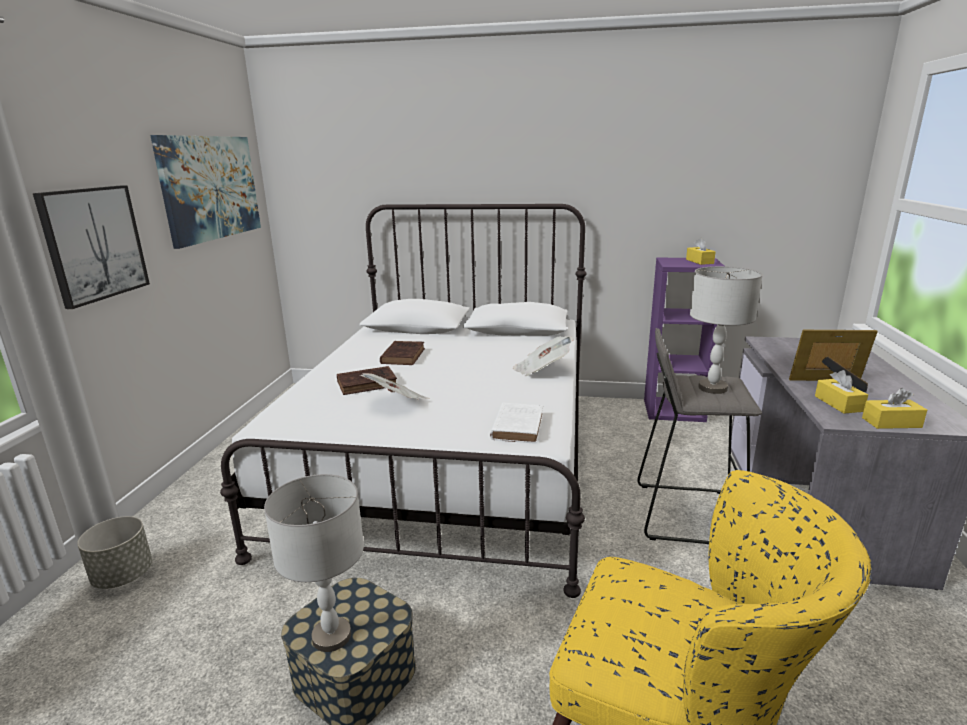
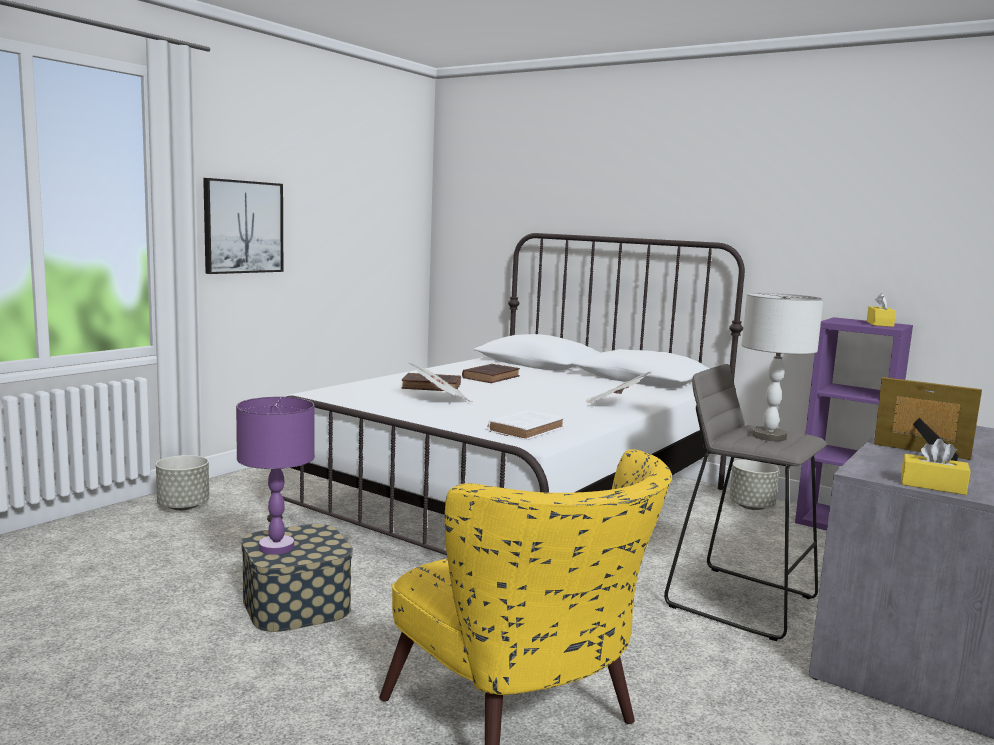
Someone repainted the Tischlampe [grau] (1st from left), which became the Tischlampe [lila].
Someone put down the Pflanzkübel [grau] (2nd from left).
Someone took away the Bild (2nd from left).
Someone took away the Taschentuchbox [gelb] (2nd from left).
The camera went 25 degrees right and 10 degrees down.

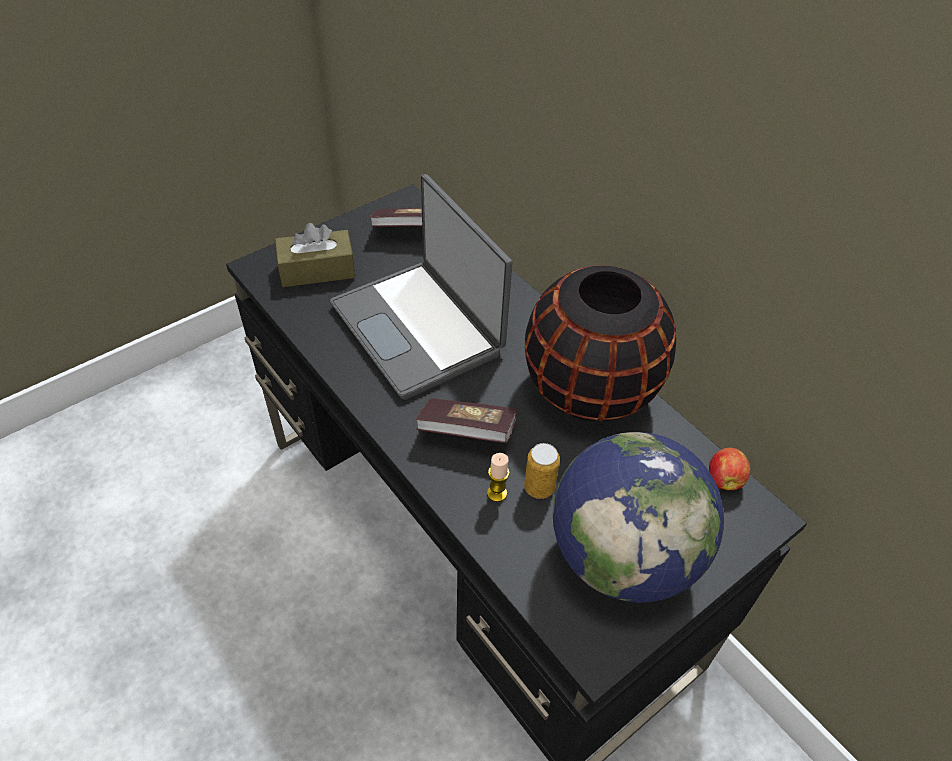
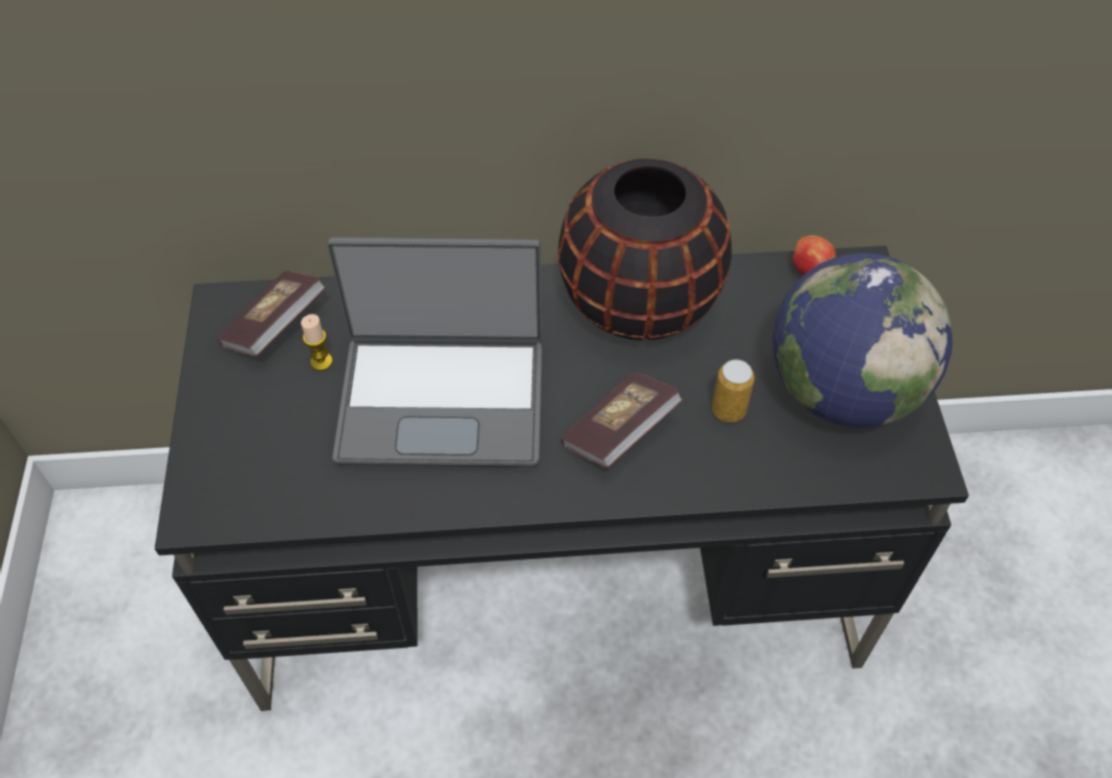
Someone carried the Kerze.
Someone took away the Taschentuchbox [braun].
The camera went 55 degrees left and 5 degrees up.

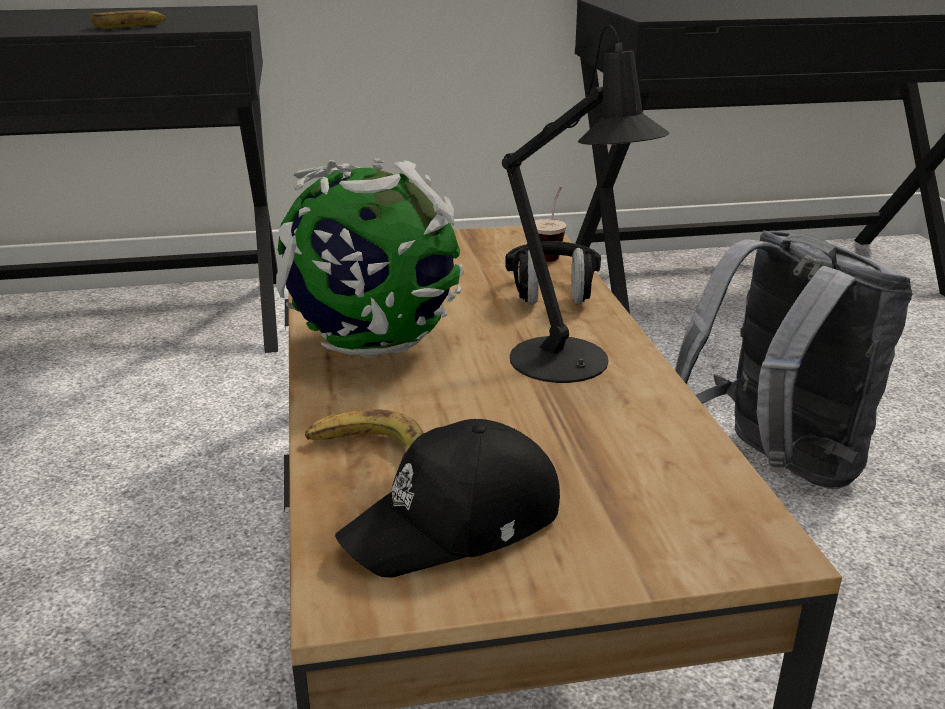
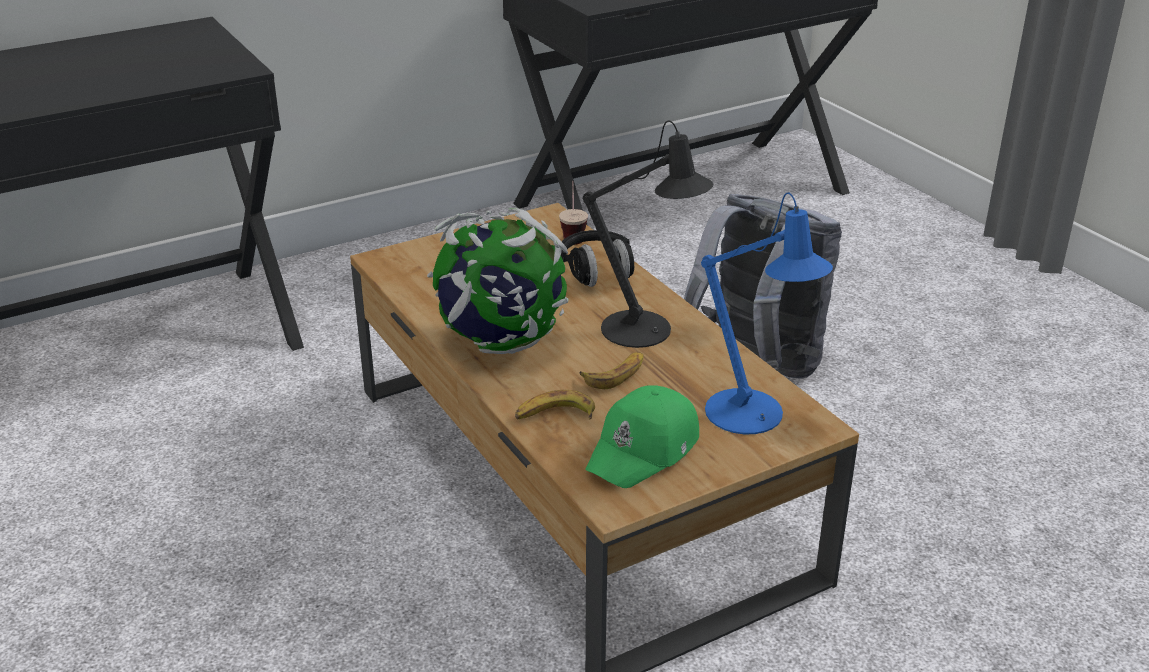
Someone carried the Banane (1st from left in the first image).
Someone repainted the Kappe [schwarz], which became the Kappe [grün].
Someone put down the Tischlampe [blau].
The camera went 20 degrees left and 5 degrees up.

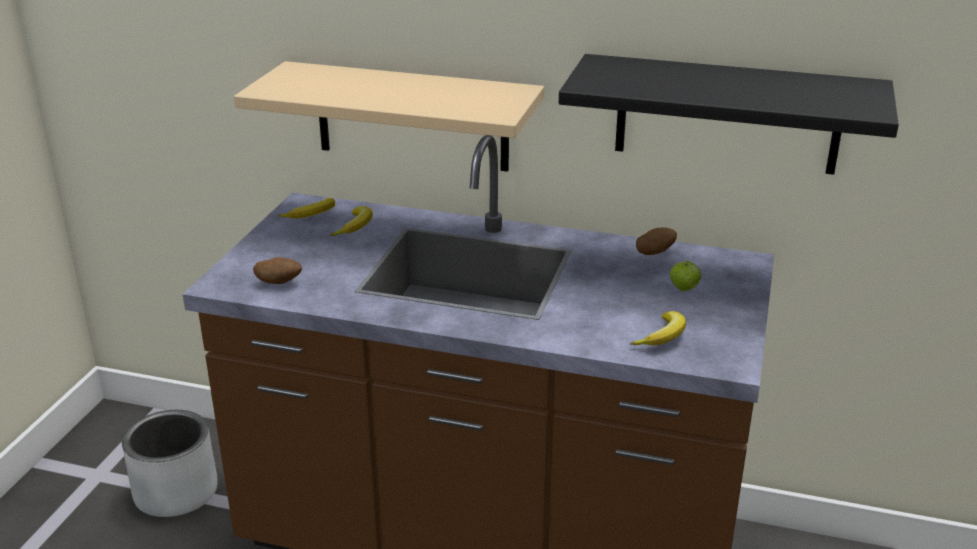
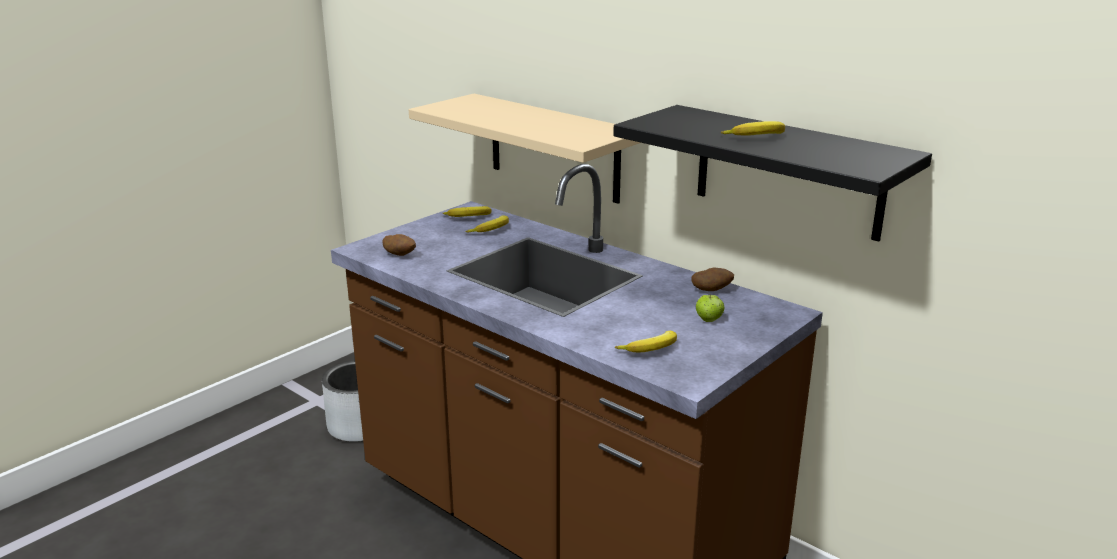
Someone put down the Banane (4th from left).
The camera went 25 degrees right and 5 degrees down.

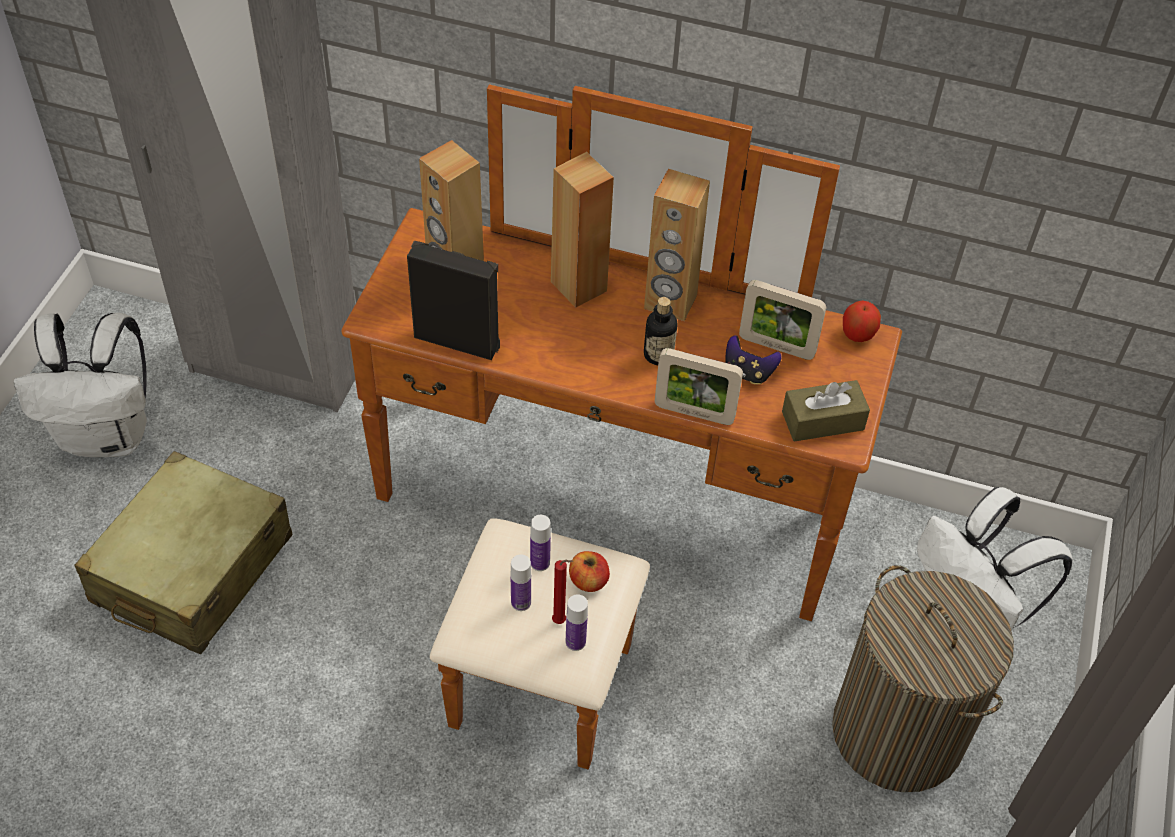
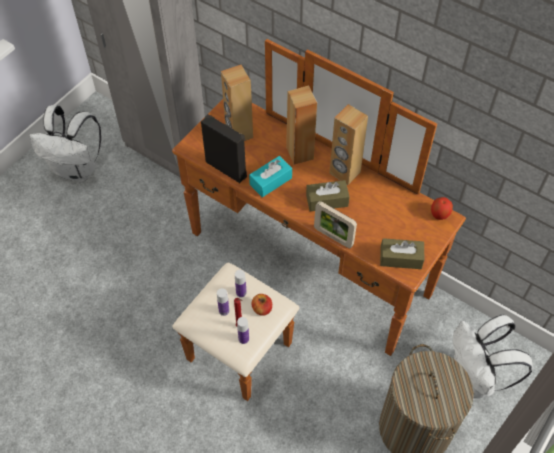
Someone put down the Taschentuchbox [türkis].
Someone swapped the Flasche (4th from left) for the Taschentuchbox [braun] (1st from left).
Someone took away the Koffer [beige].
Someone took away the Gamepad.
Someone took away the Bilderrahmen (2nd from left).
The camera went 20 degrees right and 5 degrees up.

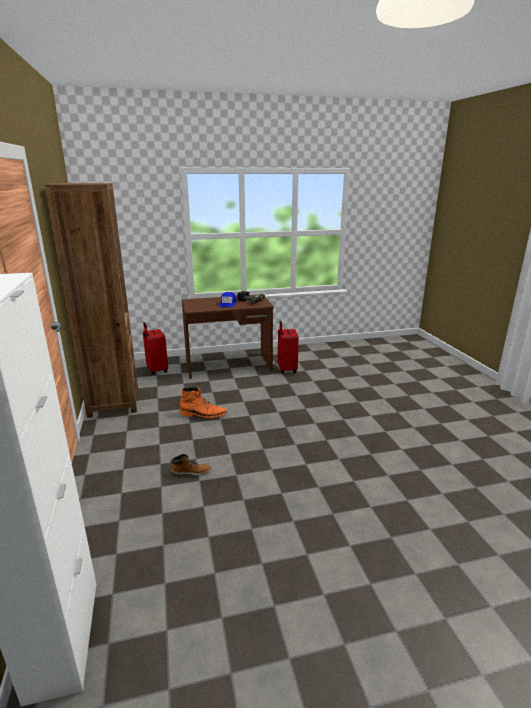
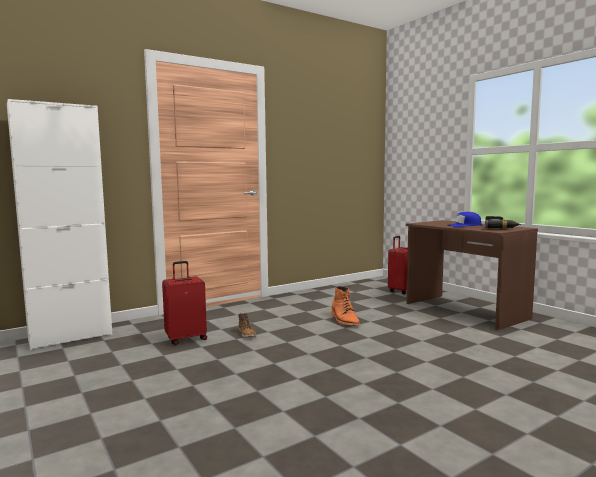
Someone carried the Koffer [rot] (2nd from left in the first image).
Someone took away the Bücherregal [braun].
The camera went 70 degrees right and 15 degrees down.

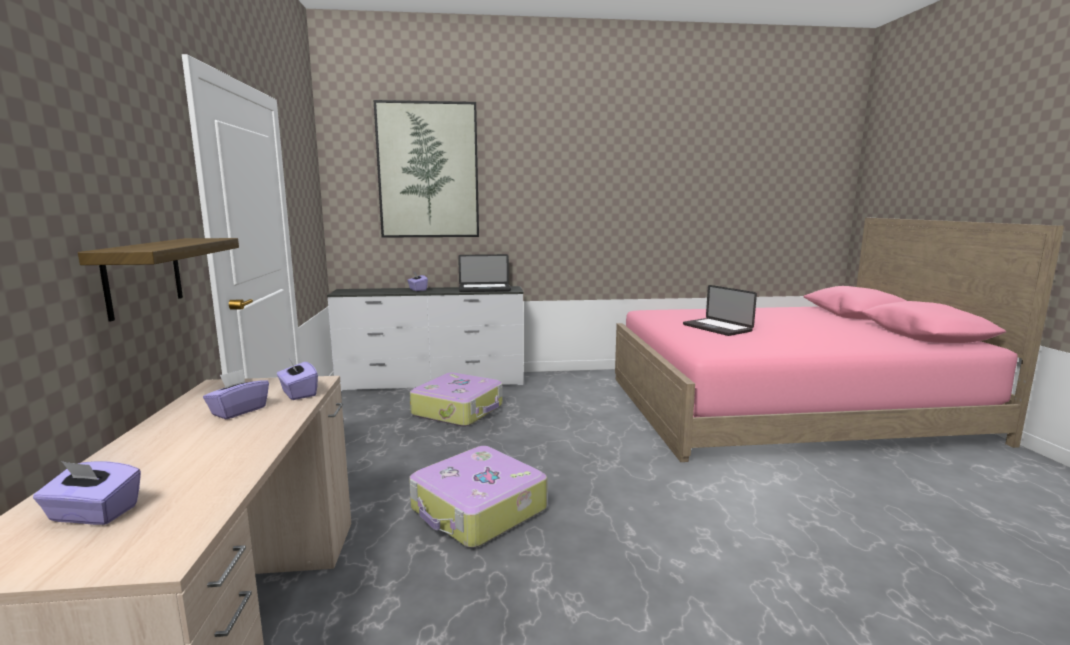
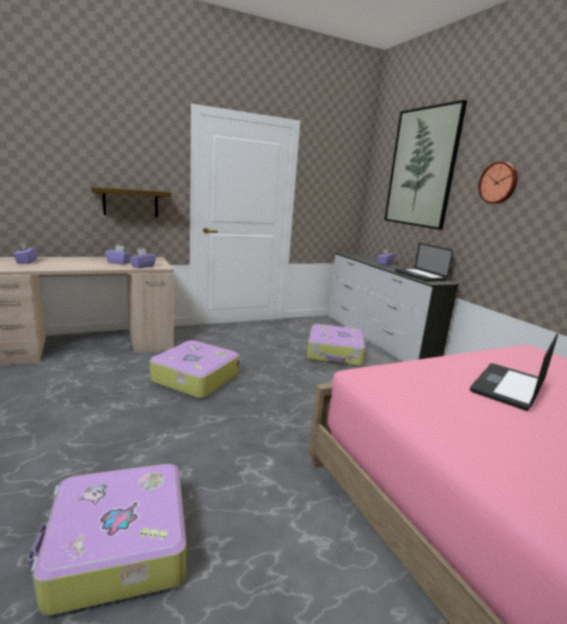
Someone put down the Koffer (1st from left).
Someone put up the Wanduhr.
The camera went 70 degrees right and 5 degrees up.

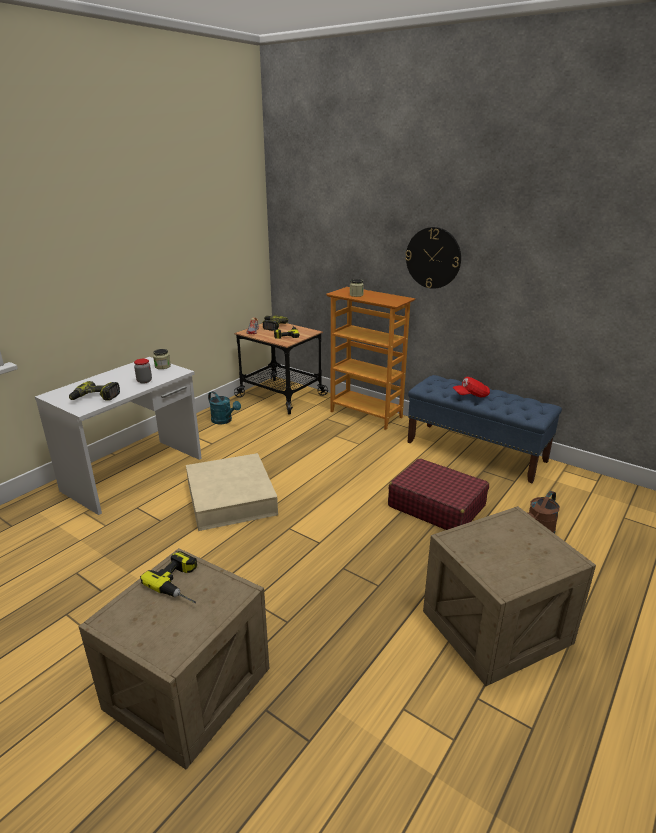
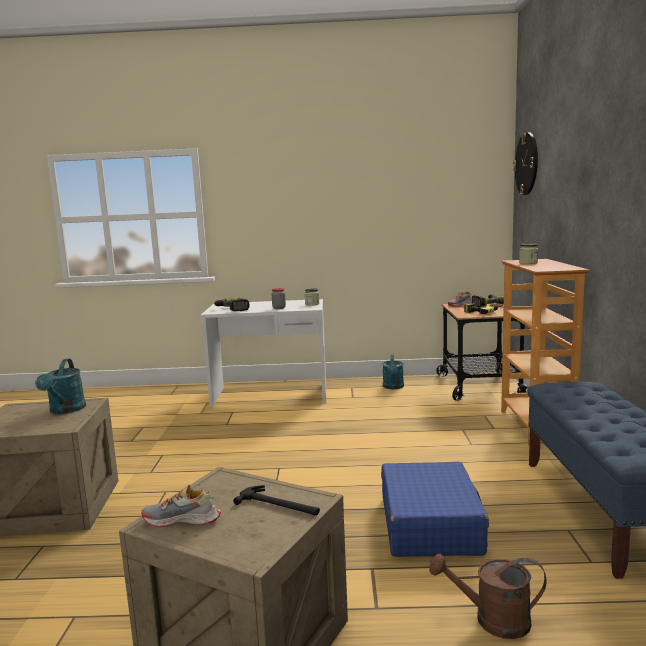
Someone swapped the Bohrmaschine (2nd from left) for the Gießkanne [türkis] (1st from left).
Someone put down the Schuh (1st from left).
Someone put down the Hammer.
Someone repainted the Koffer [rot], which became the Koffer [blau].
Someone carried the Wanduhr.
Someone took away the Aufbewahrungsbox [beige].
Someone took away the Kappe [rot].
The camera went 55 degrees right and 15 degrees down.

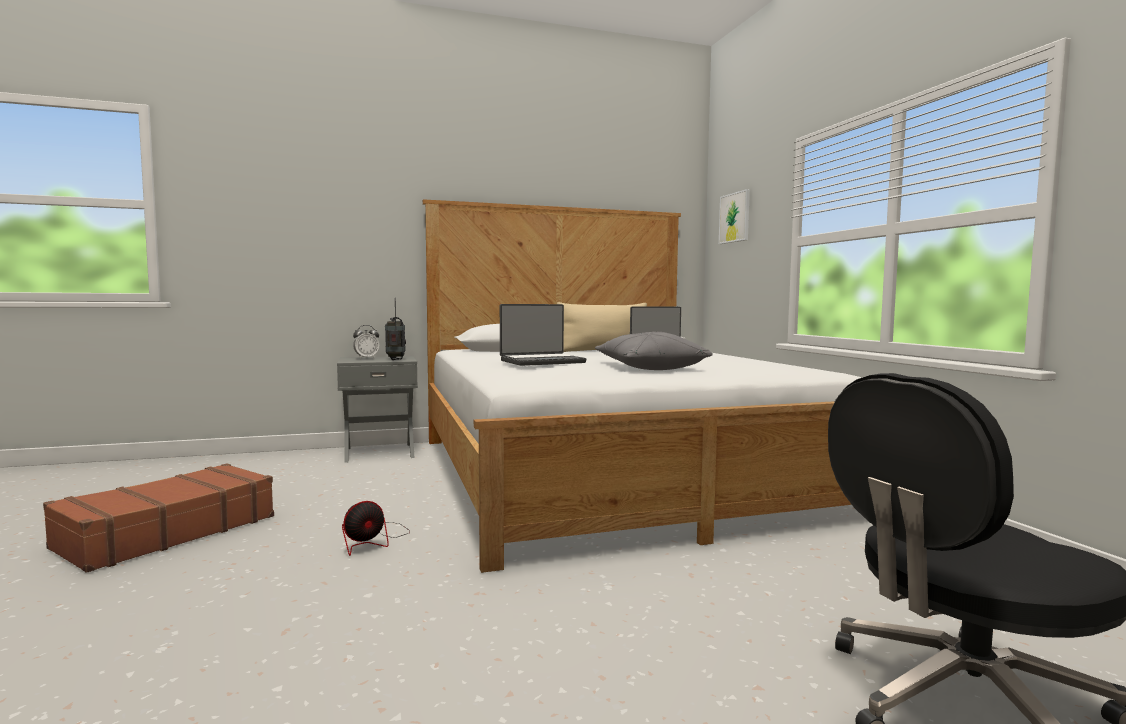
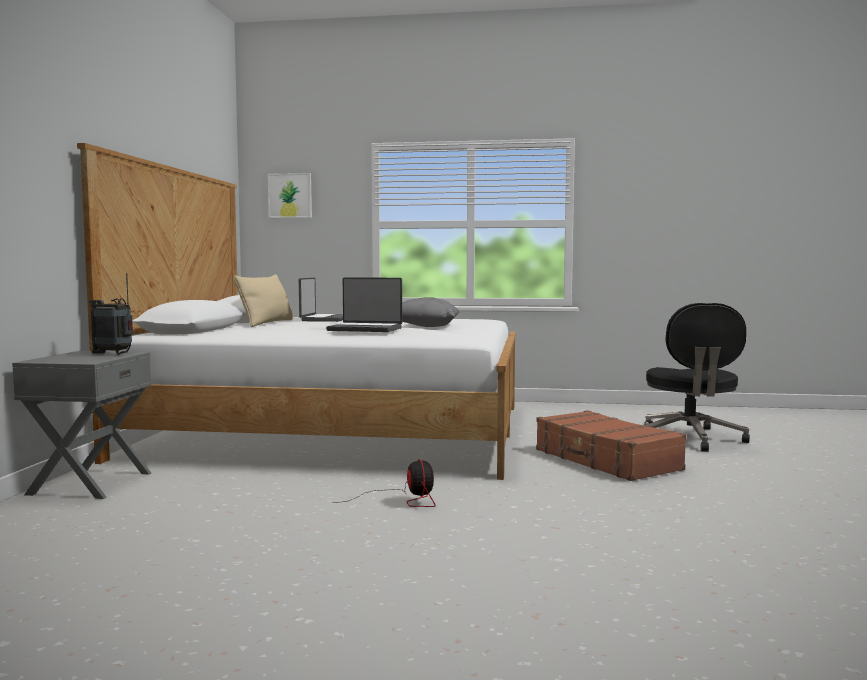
Someone rotated the Laptop (1st from left in the first image) by 105 degrees clockwise.
Someone carried the Koffer [braun].
Someone took away the Wecker.
The camera went 65 degrees left and 0 degrees up.

